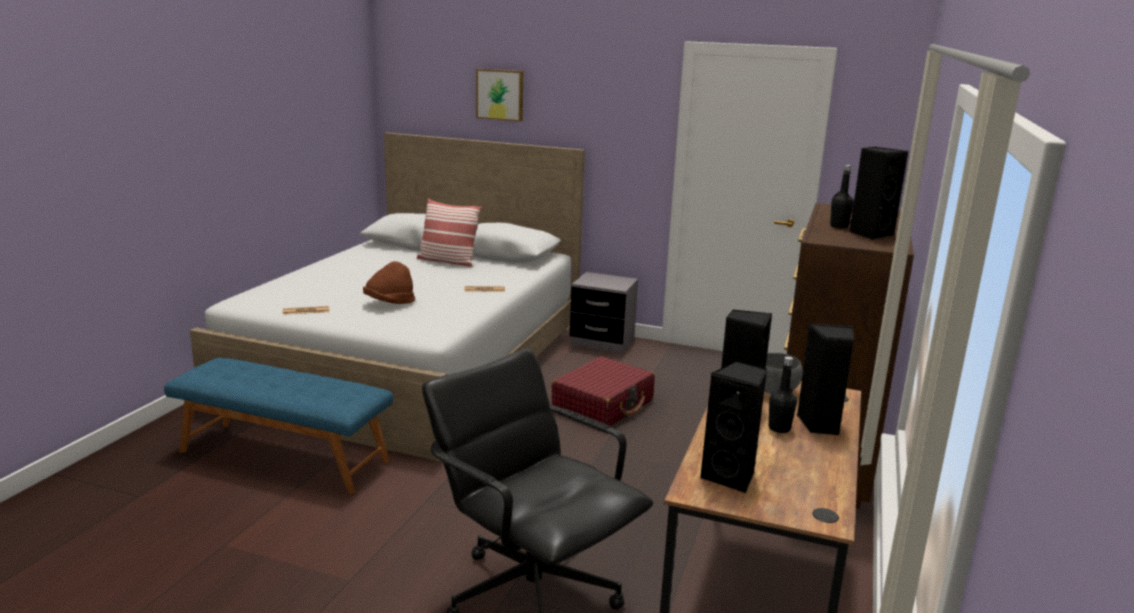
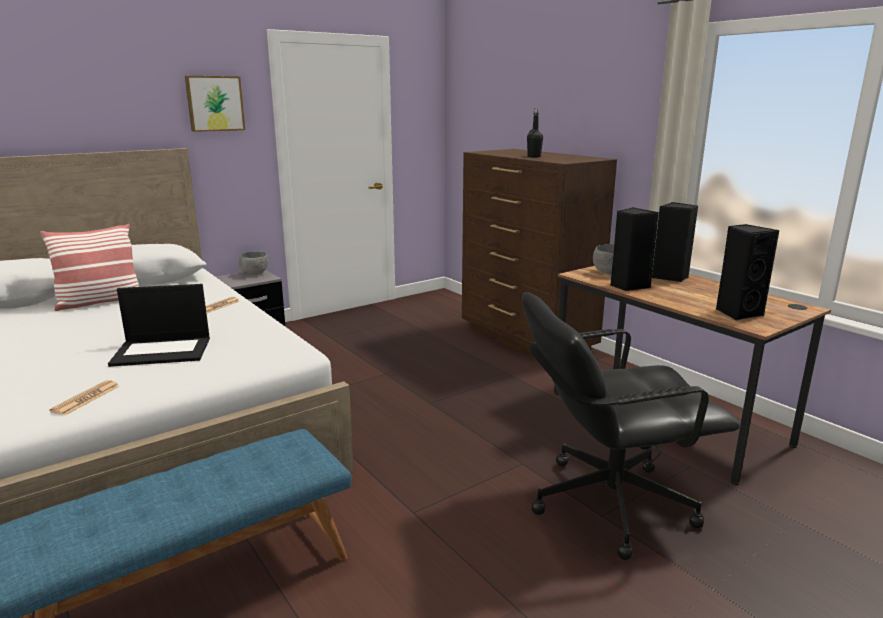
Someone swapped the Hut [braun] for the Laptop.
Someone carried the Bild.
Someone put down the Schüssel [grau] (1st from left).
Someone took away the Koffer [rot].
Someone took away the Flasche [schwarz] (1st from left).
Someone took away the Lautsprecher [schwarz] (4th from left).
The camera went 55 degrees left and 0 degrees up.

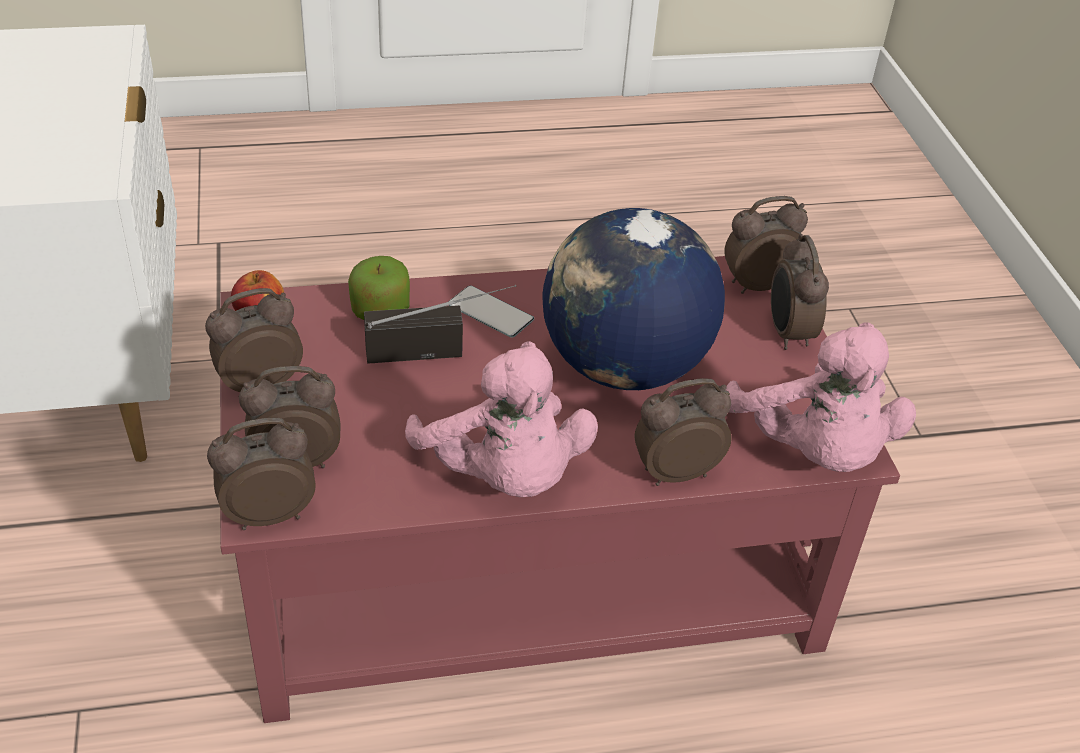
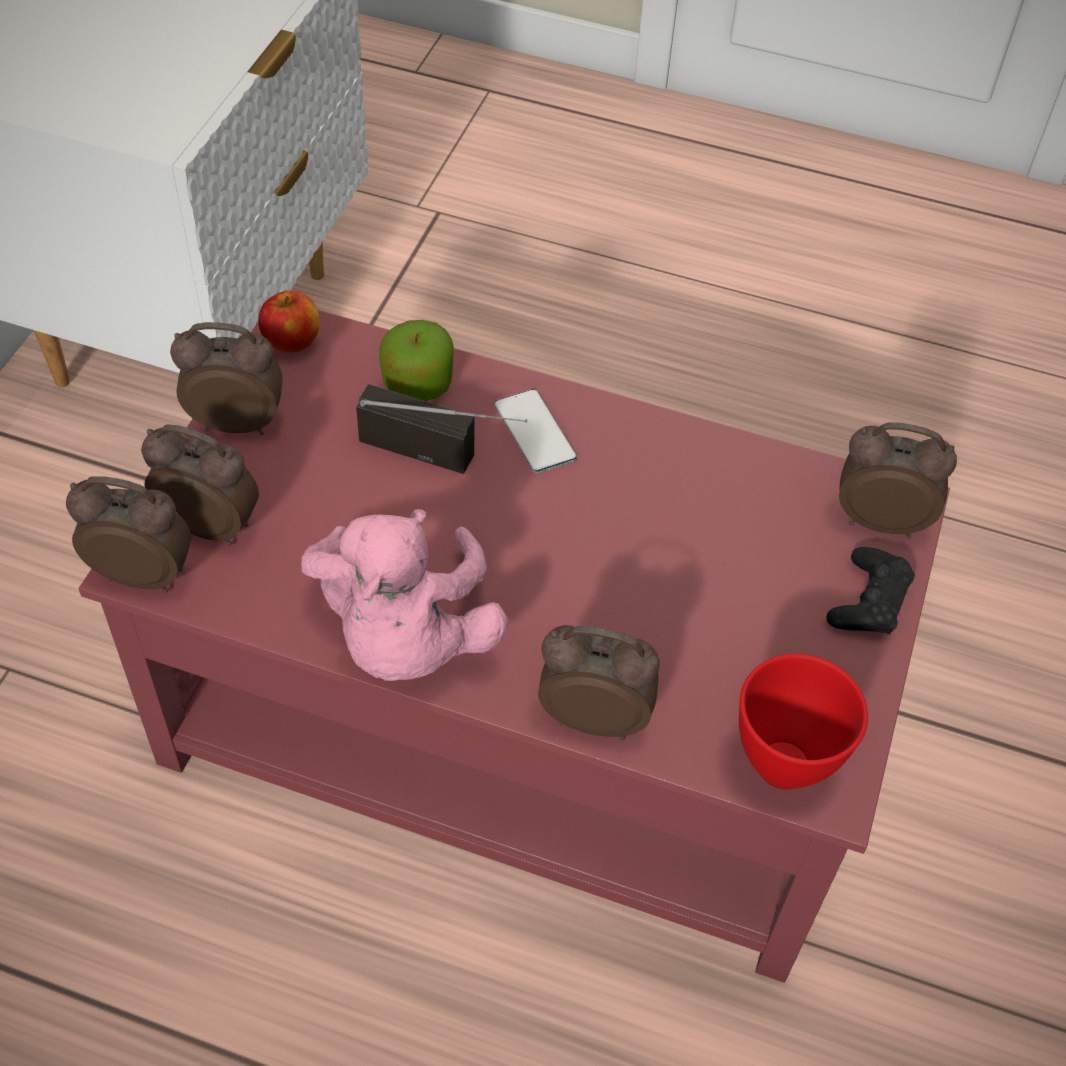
Someone swapped the Plüschtier [rosa] (2nd from left) for the Schüssel [rot].
Someone swapped the Wecker (6th from left) for the Gamepad [schwarz].
Someone took away the Globus.
The camera went 30 degrees right and 10 degrees up.

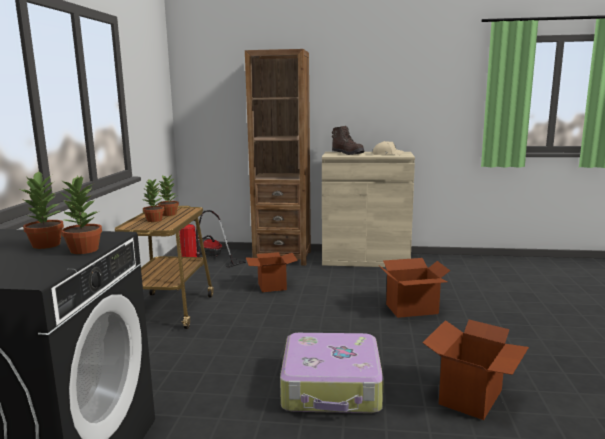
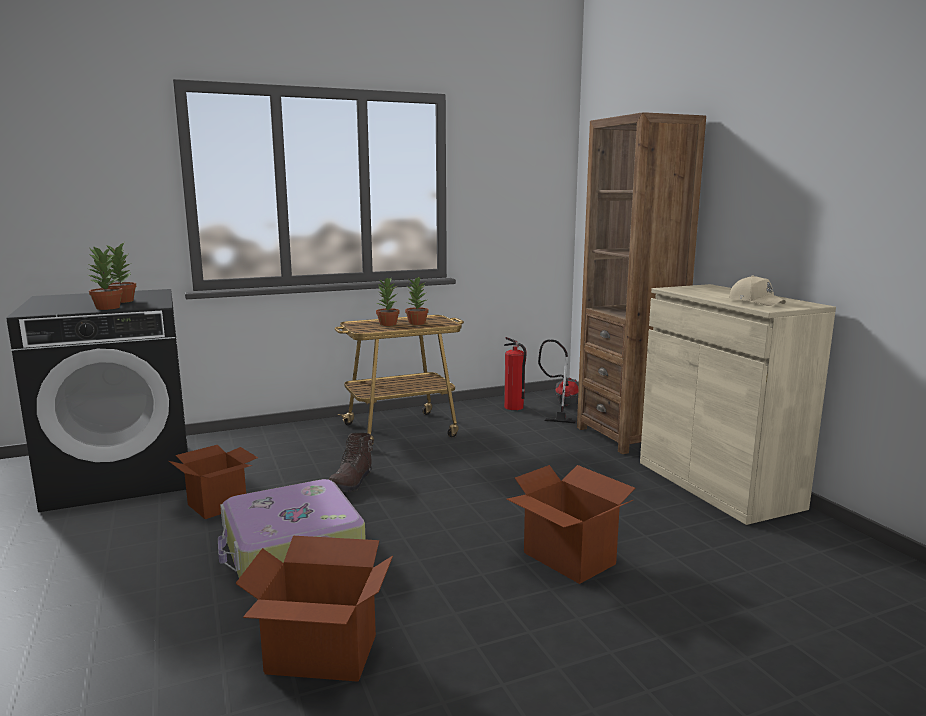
Someone carried the Karton (1st from left).
Someone carried the Stiefel [braun].
The camera went 60 degrees right and 0 degrees up.

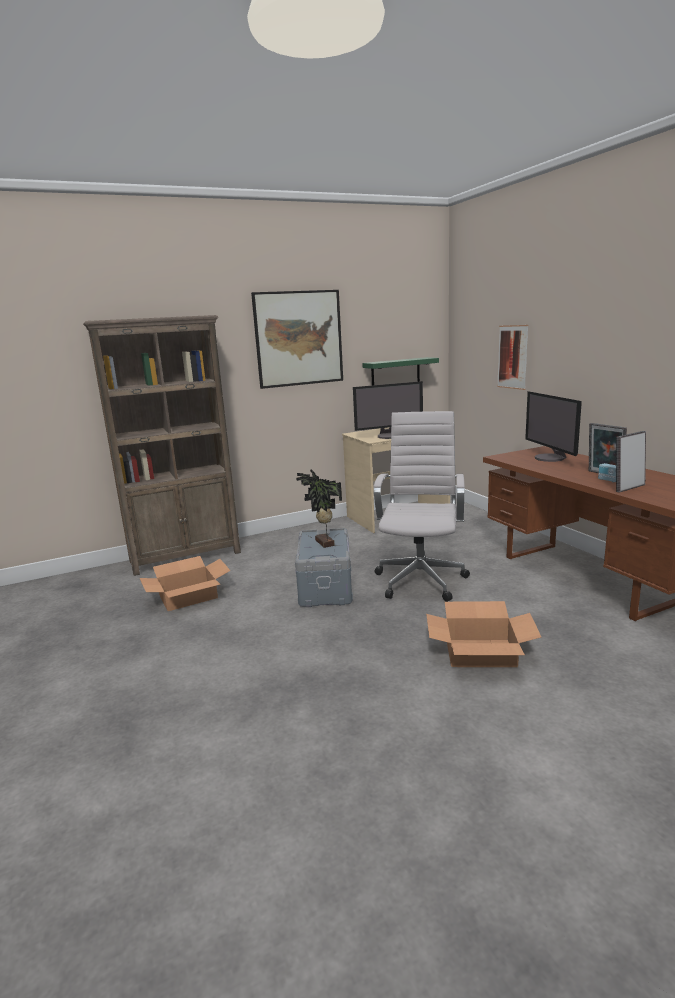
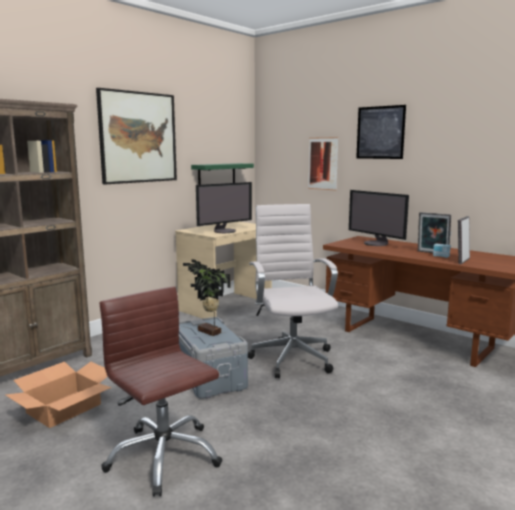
Someone put down the Bürostuhl [braun].
Someone put up the Bild (3rd from left).
Someone took away the Karton (2nd from left).
The camera went 25 degrees left and 5 degrees down.

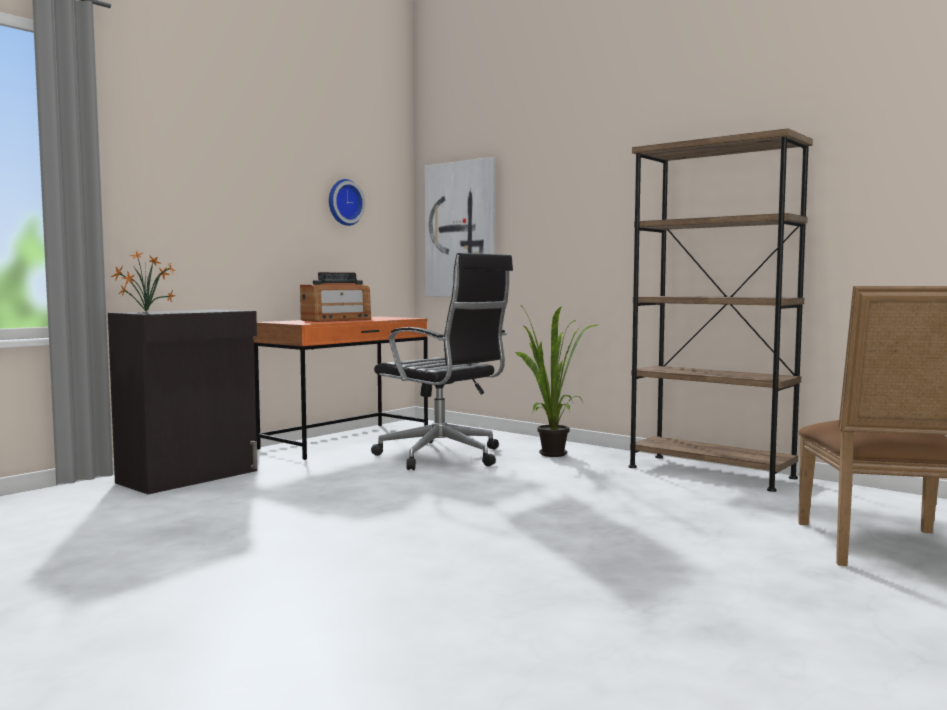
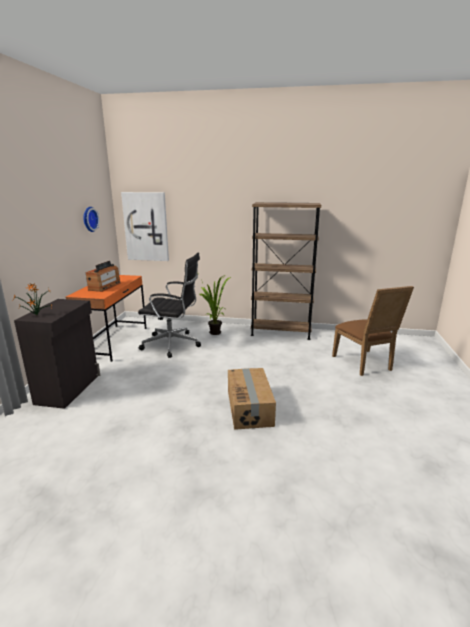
Someone put down the Karton.
The camera went 30 degrees left and 15 degrees up.

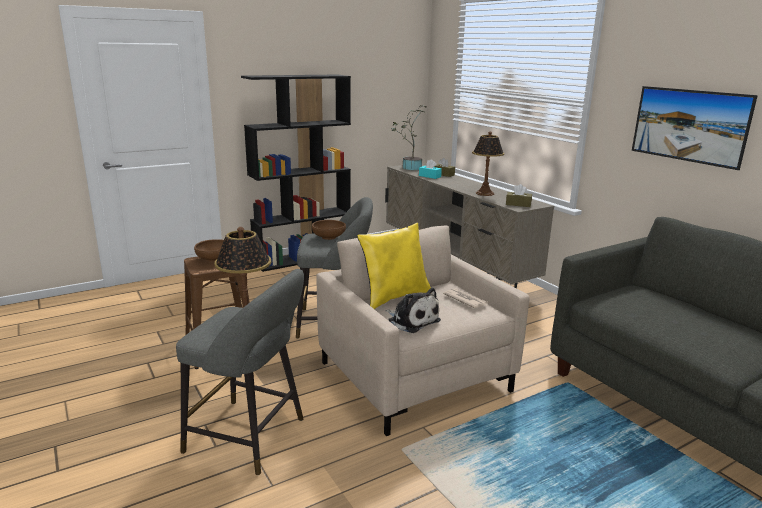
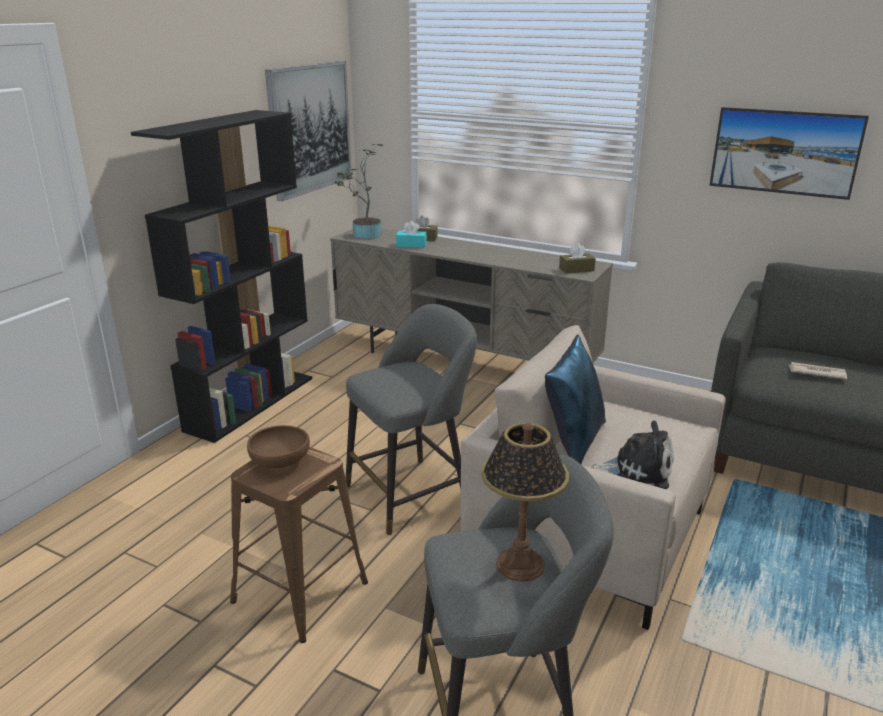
Someone put up the Bild (1st from left).
Someone repainted the Kissen [gelb], which became the Kissen [blau].
Someone carried the Zeitung.
Someone took away the Schüssel [braun] (2nd from left).
Someone took away the Tischlampe (2nd from left).
The camera went 30 degrees left and 5 degrees up.

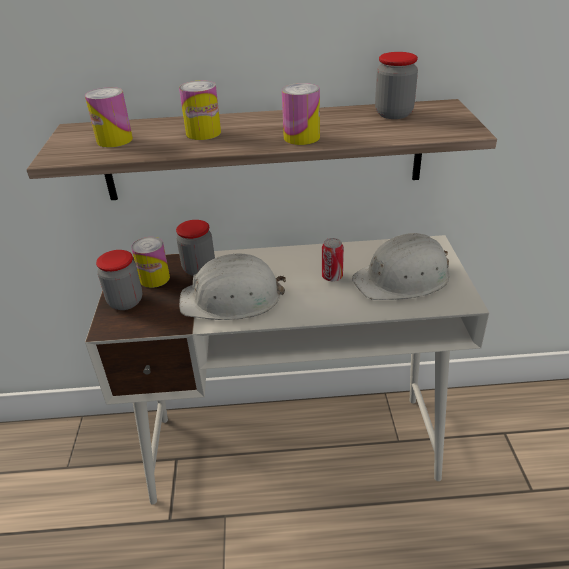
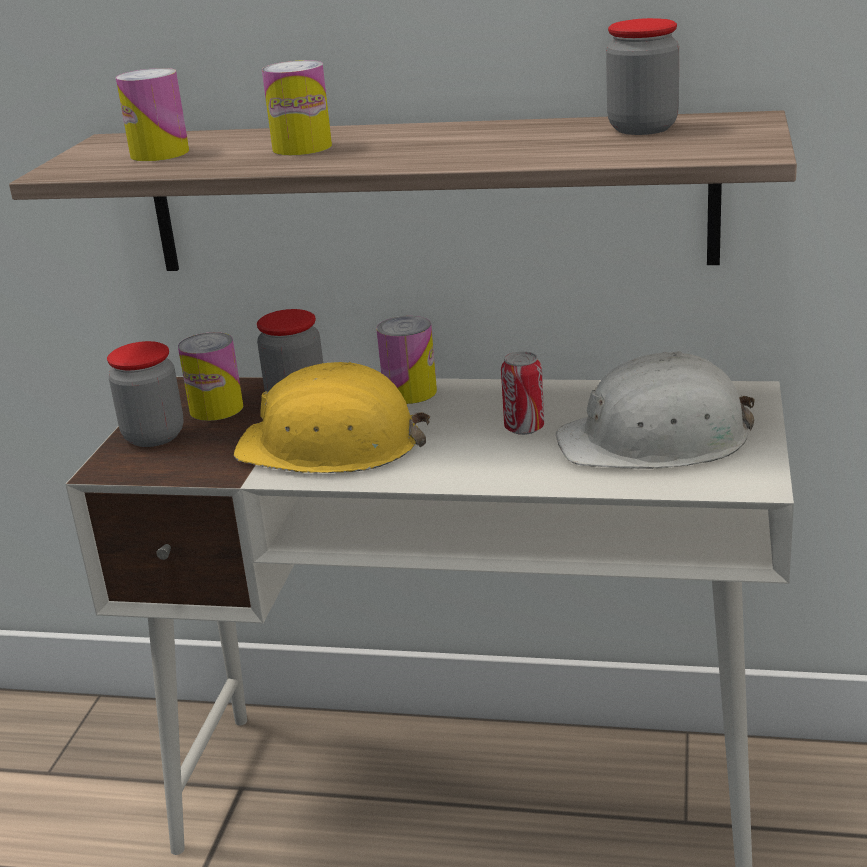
Someone repainted the Schutzhelm [weiß] (1st from left), which became the Schutzhelm [gelb].
Someone carried the Dose (4th from left).
The camera went 15 degrees right and 10 degrees down.

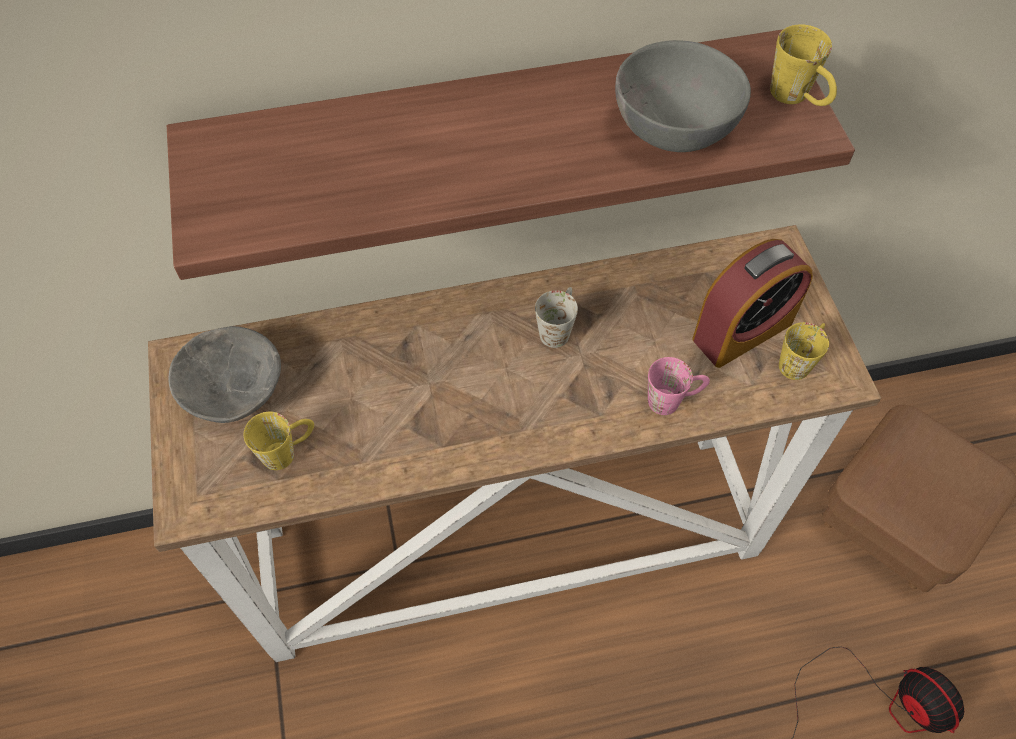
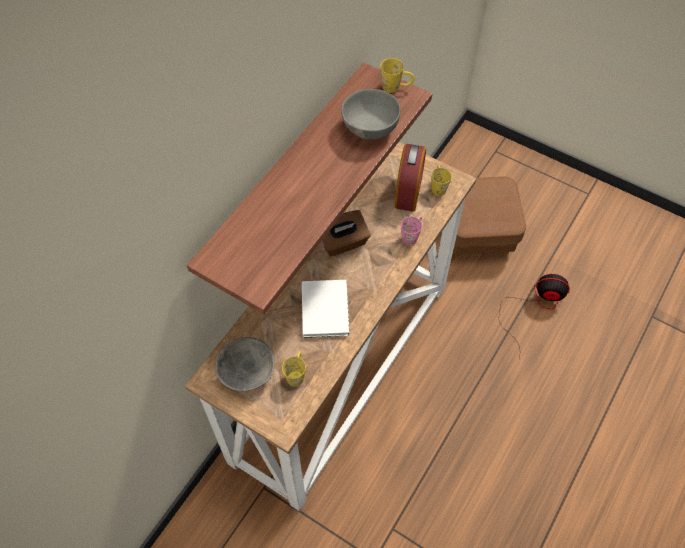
Someone put down the Buch [weiß].
Someone swapped the Henkelbecher [weiß] for the Taschentuchbox [braun].
The camera went 45 degrees left and 0 degrees up.

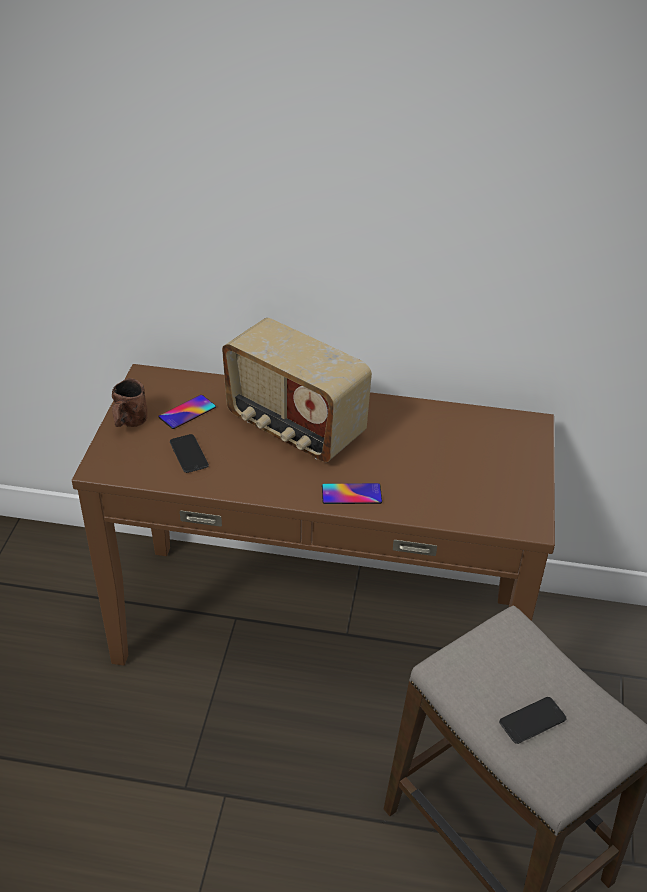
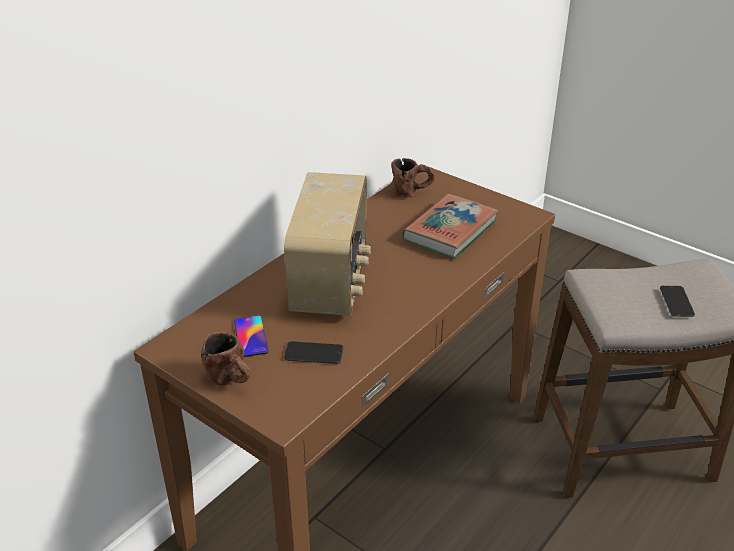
Someone rotated the Radio by 60 degrees counterclockwise.
Someone put down the Henkelbecher [braun] (2nd from left).
Someone put down the Buch.
Someone took away the Handy (3rd from left).
The camera went 60 degrees left and 5 degrees down.

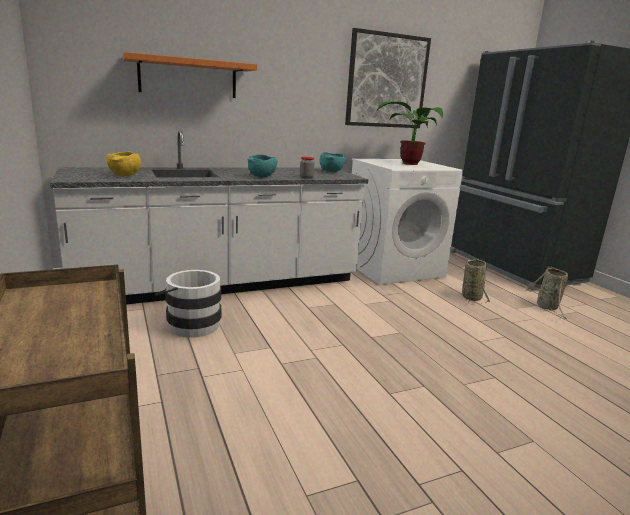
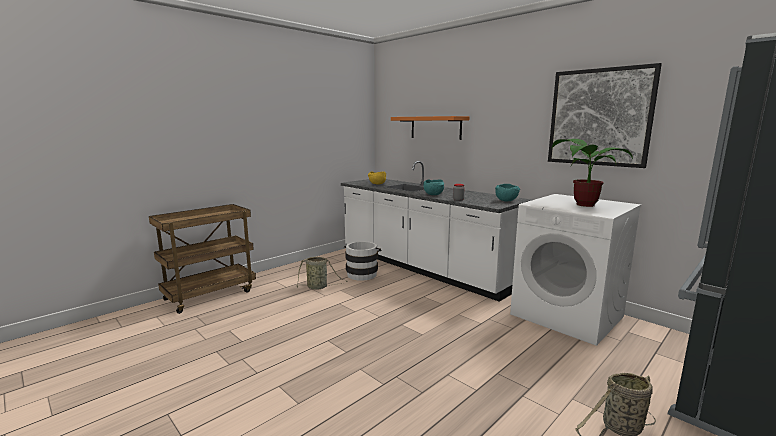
Someone carried the Korb (1st from left).
The camera went 70 degrees right and 5 degrees down.

